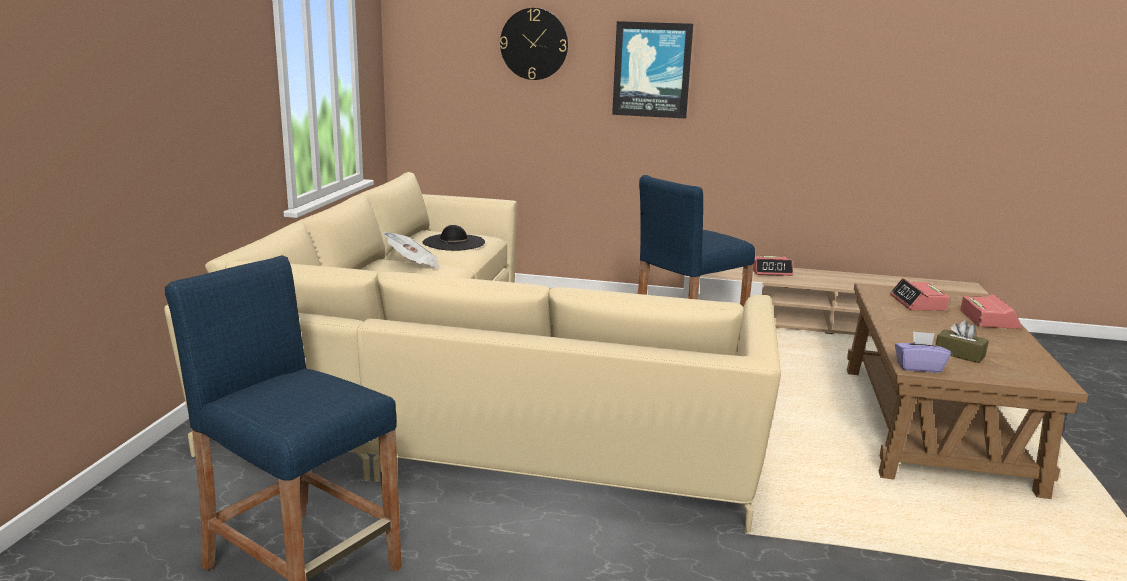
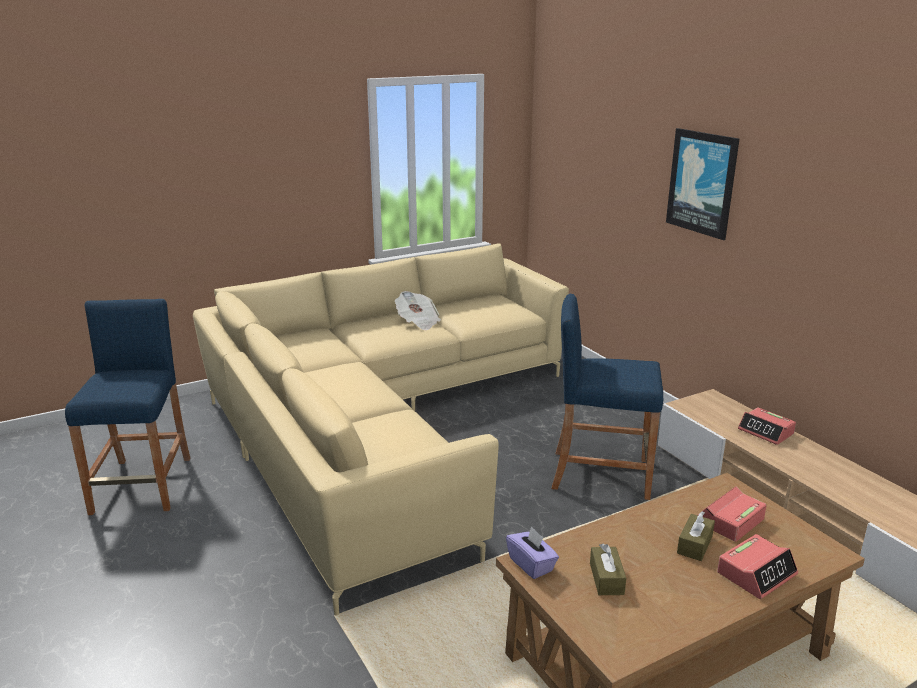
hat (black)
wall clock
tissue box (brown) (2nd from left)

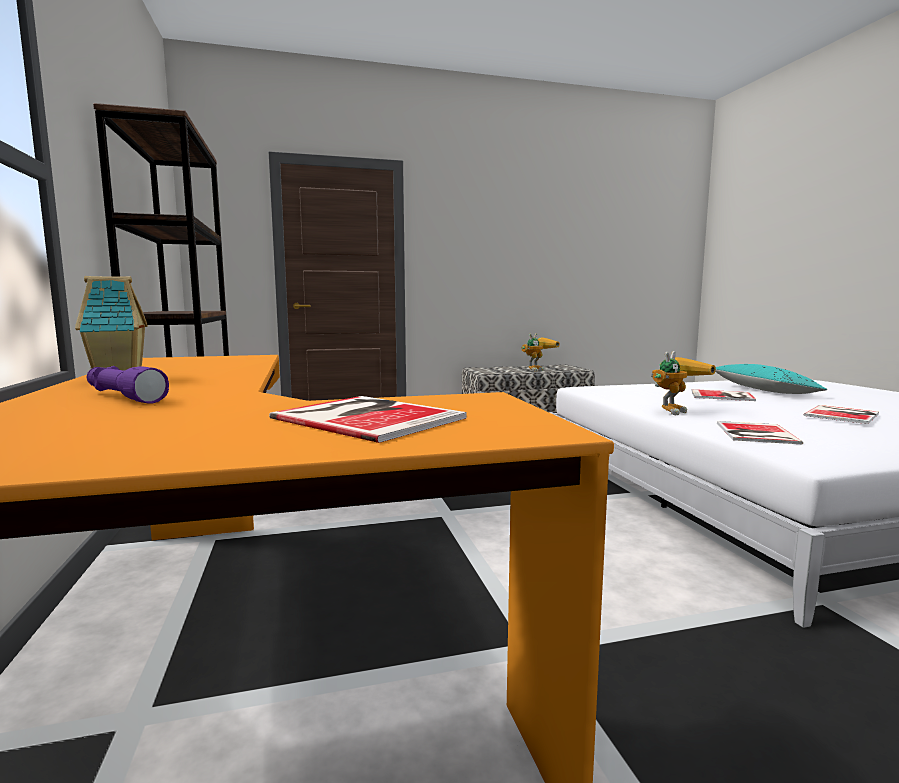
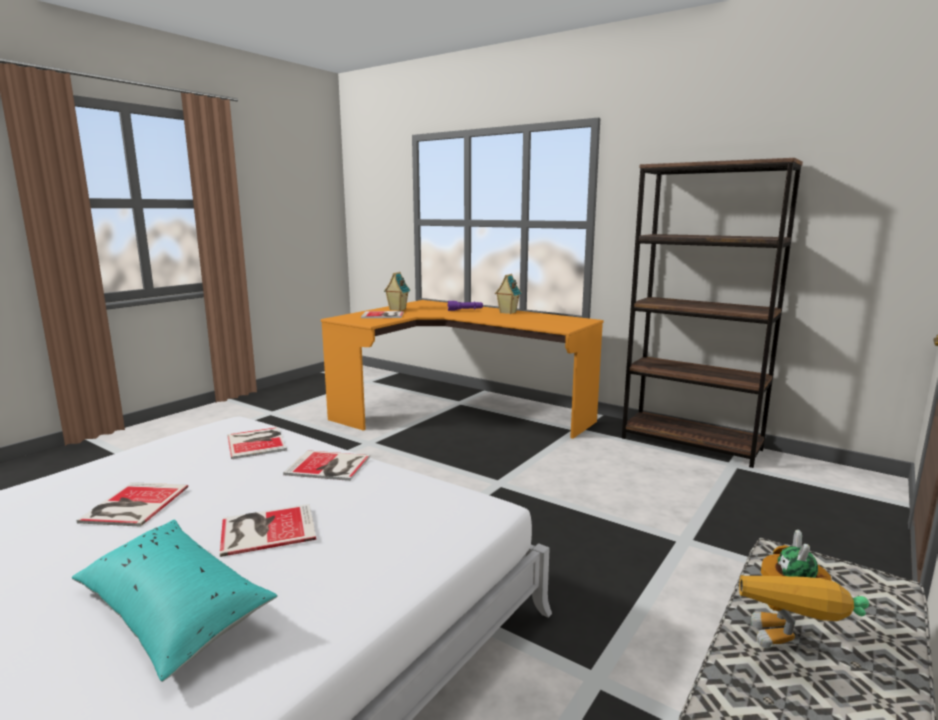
book (4th from left)
toy house (1st from left)

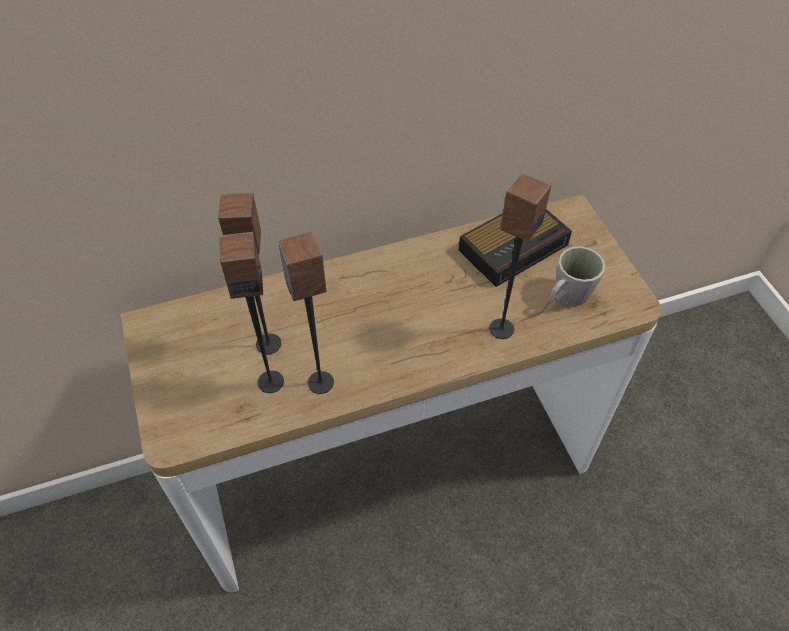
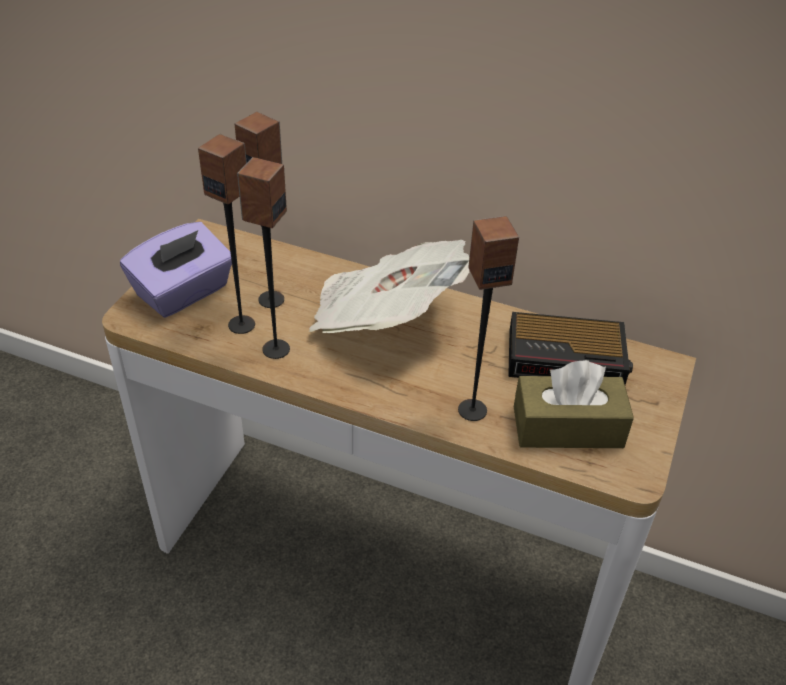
tissue box (brown)
tissue box (purple)
newspaper

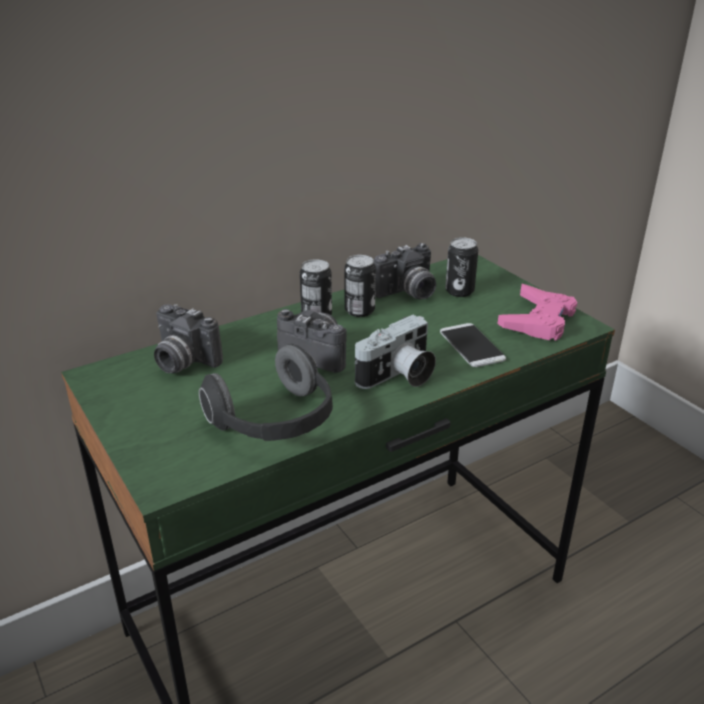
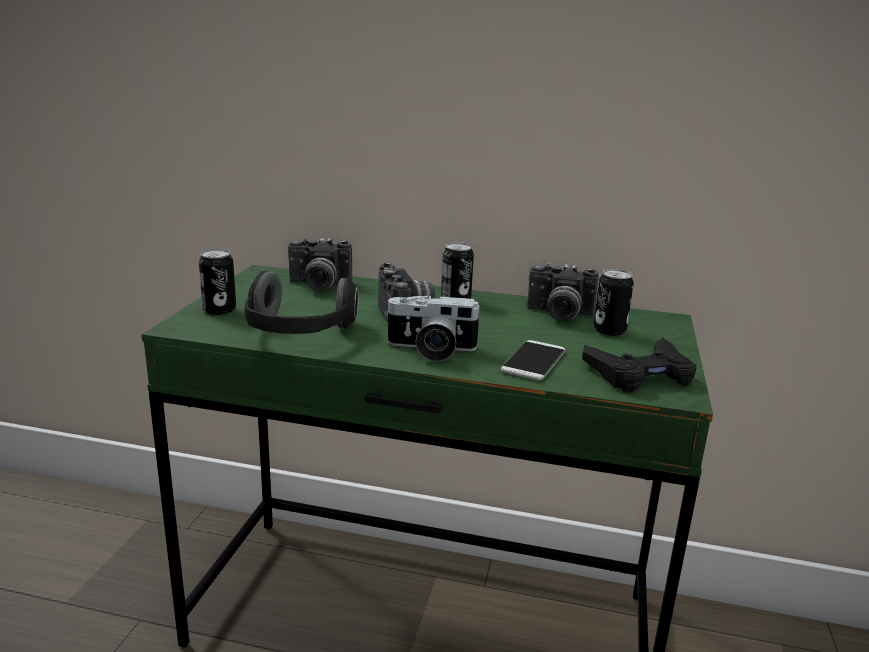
photo camera (1st from left)
can (1st from left)
game controller (black)

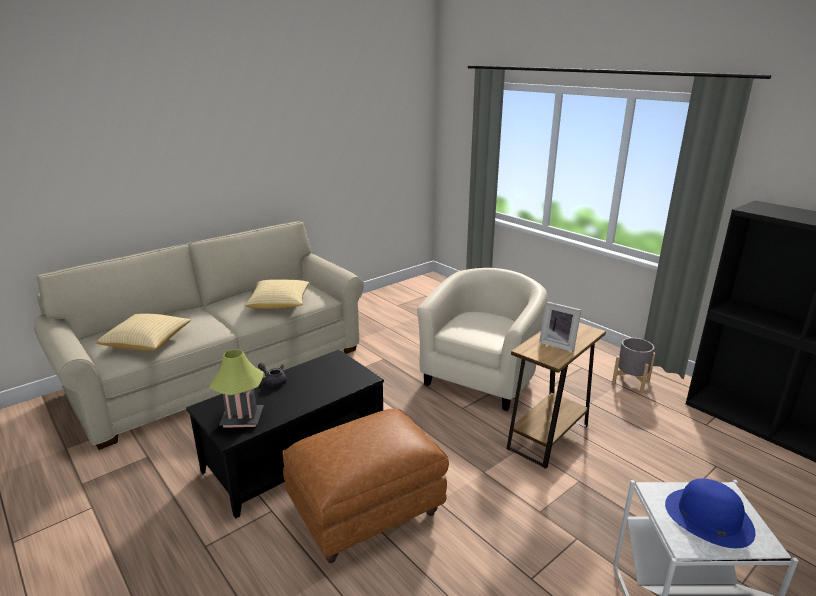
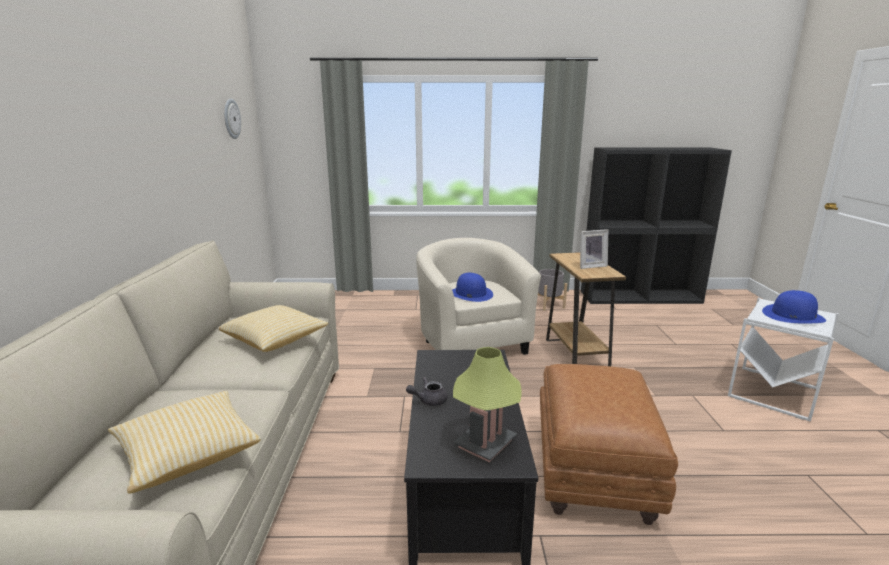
wall clock
hat (blue) (1st from left)

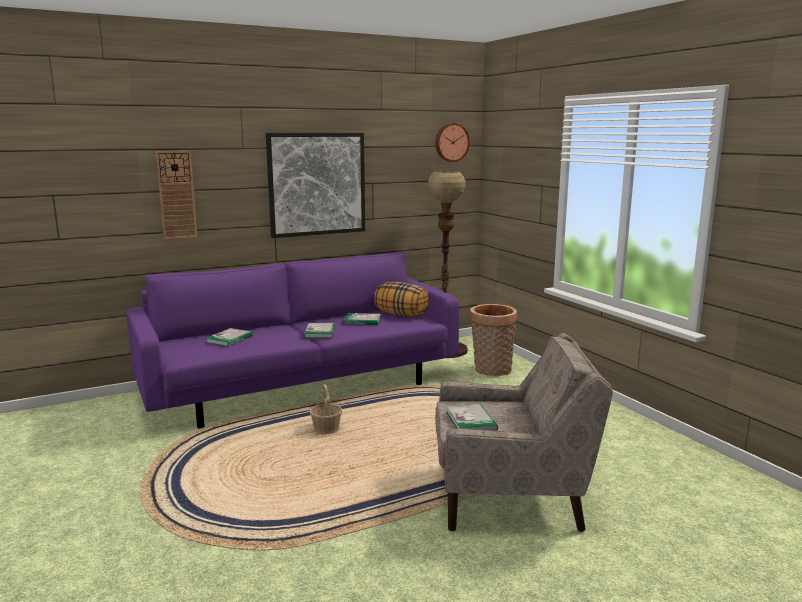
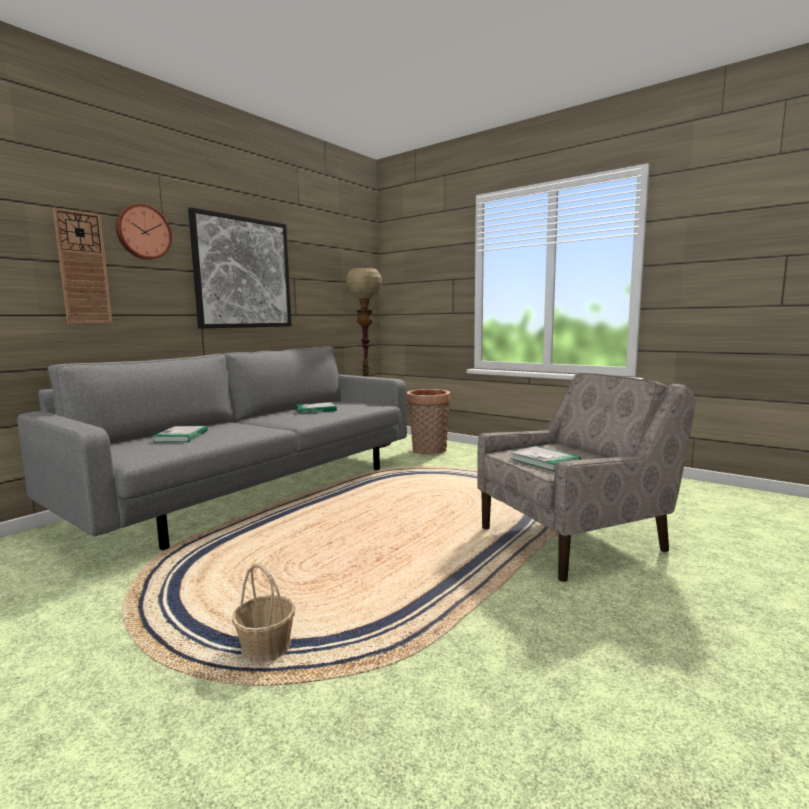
sofa (grey)
book (2nd from left in the first image)
basket (1st from left)
pillow
wall clock (2nd from left)

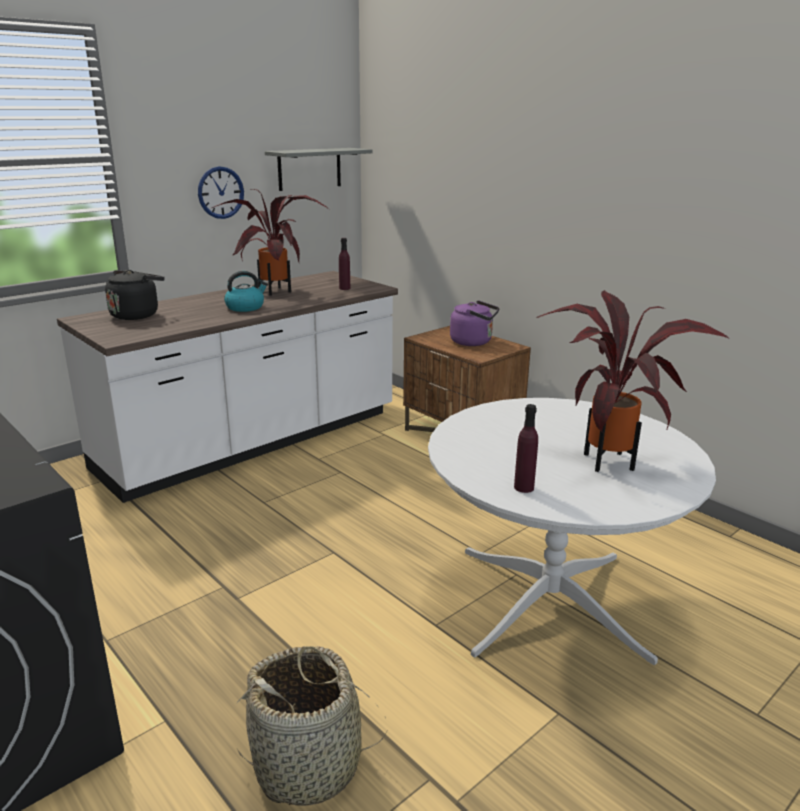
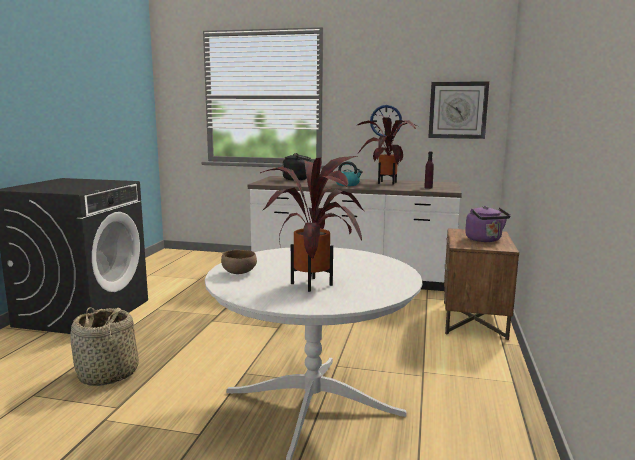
wall clock (2nd from left)
bowl (brown)

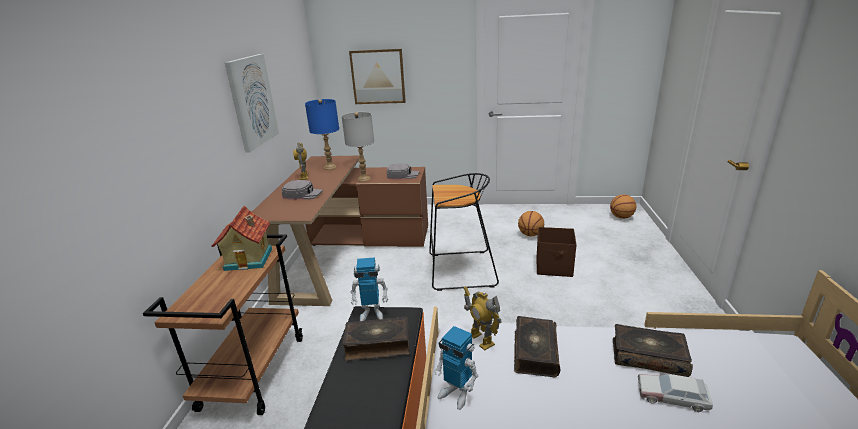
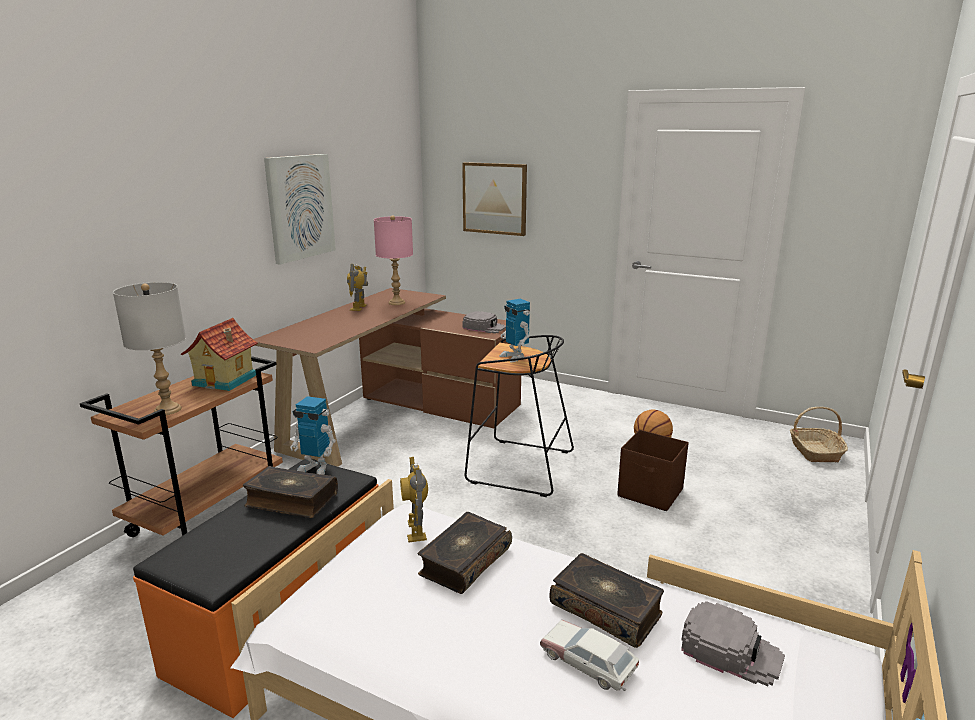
cap (grey) (2nd from left)
table lamp (pink)
table lamp (grey)
toy robot (4th from left)
basket

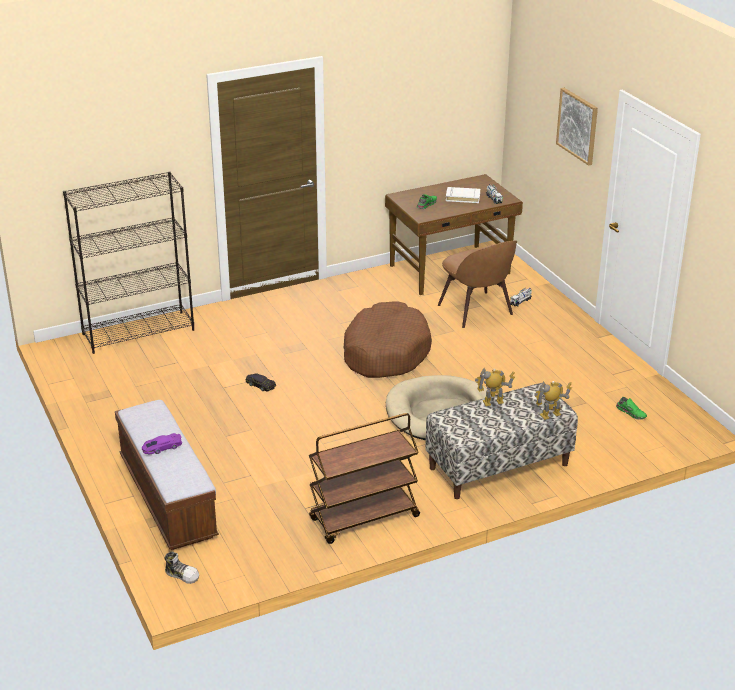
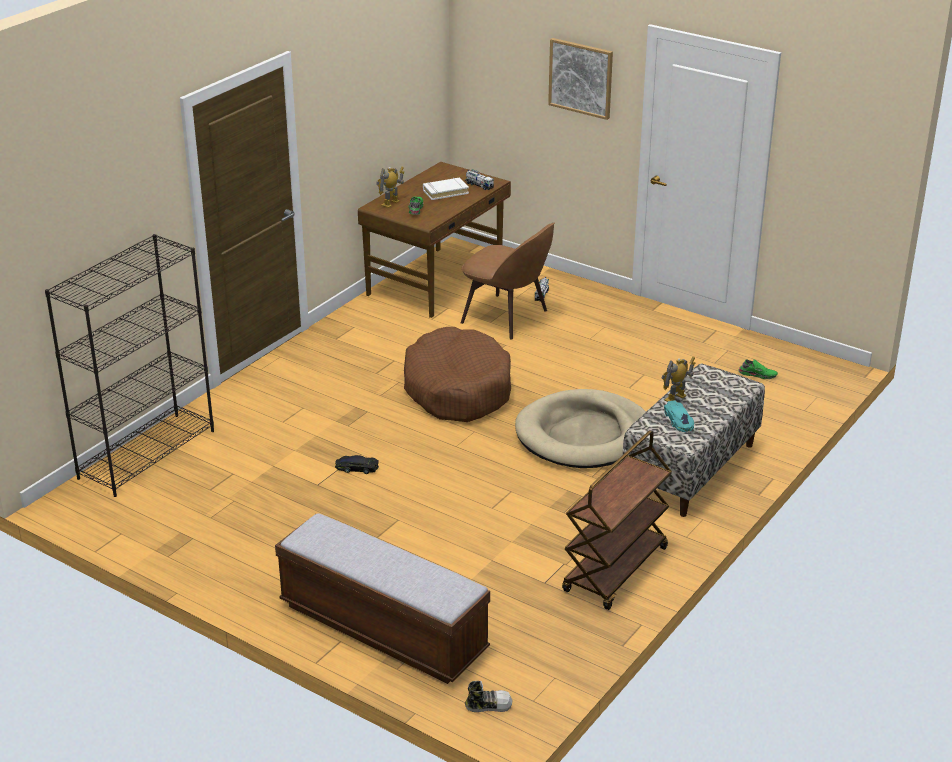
toy car (purple)
toy robot (1st from left)
toy car (turquoise)

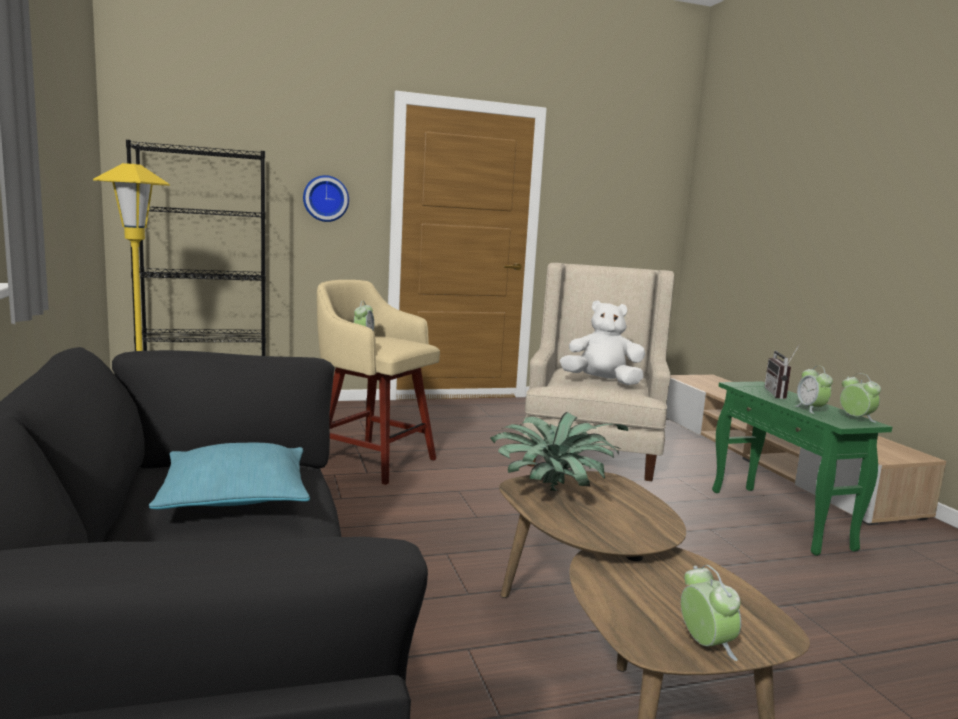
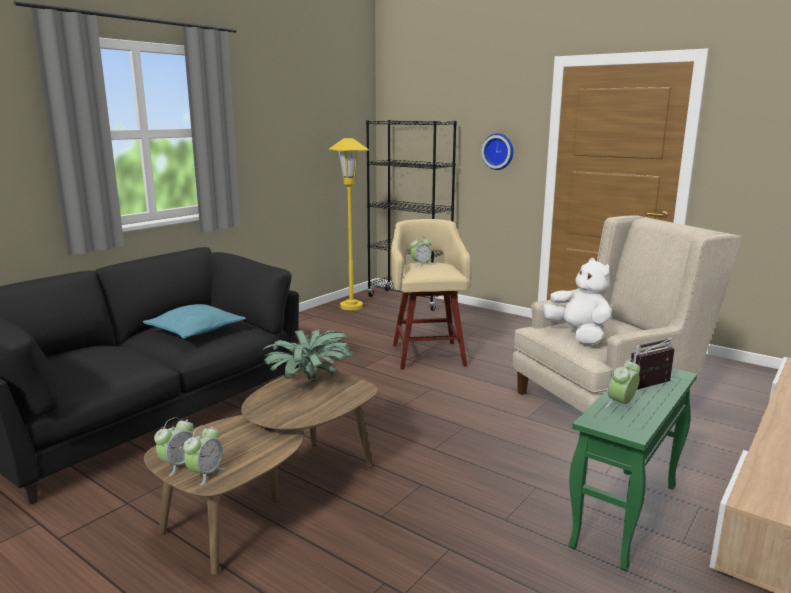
alarm clock (2nd from left)

